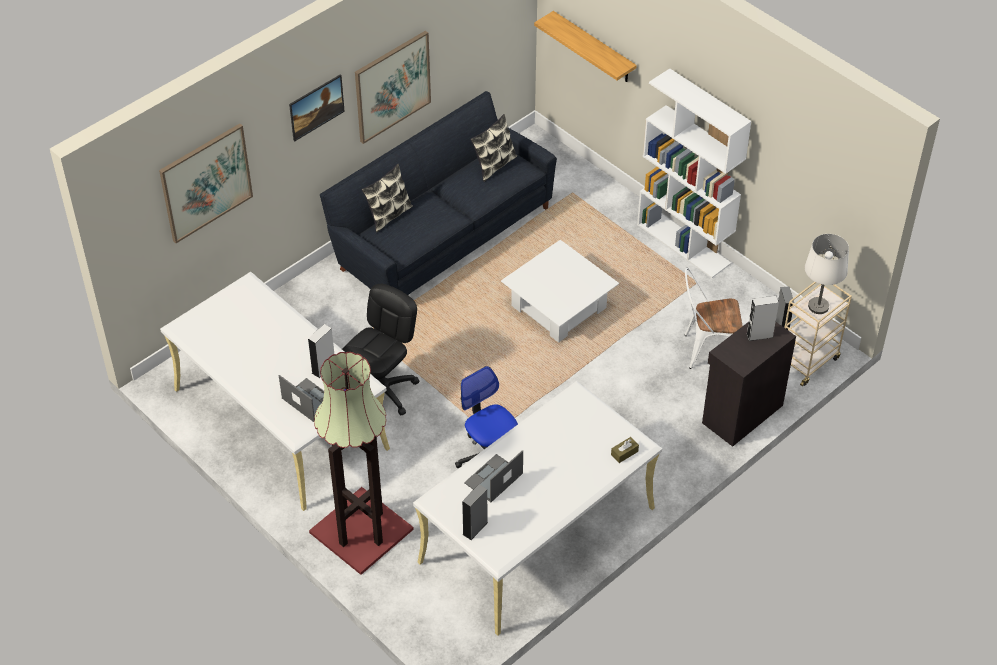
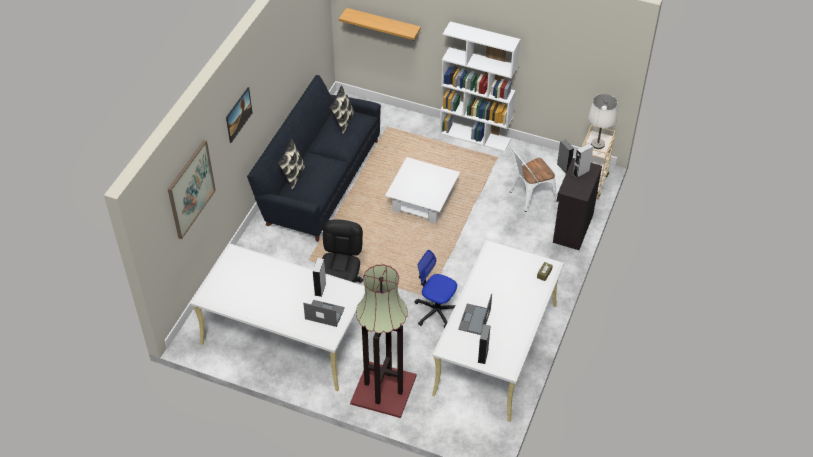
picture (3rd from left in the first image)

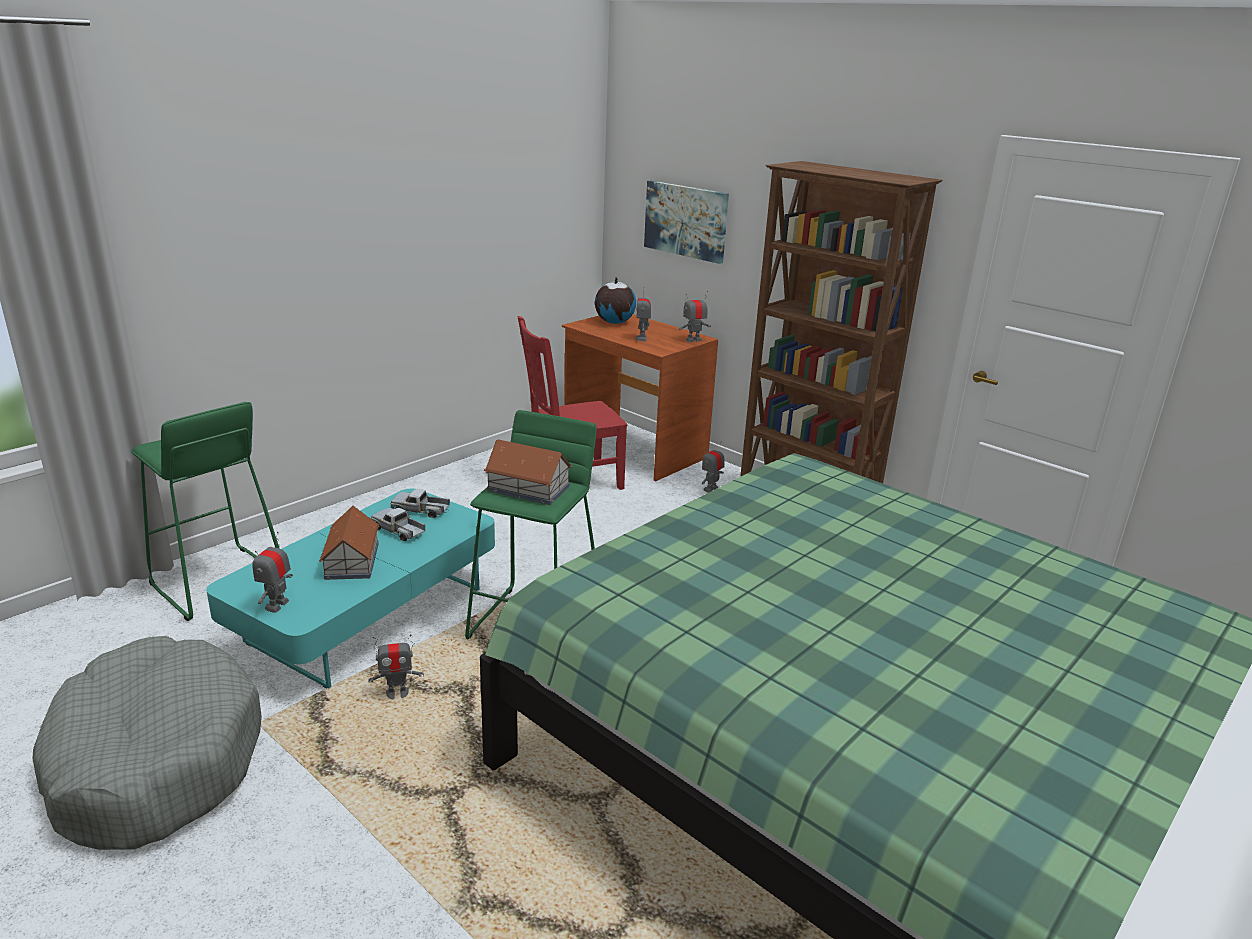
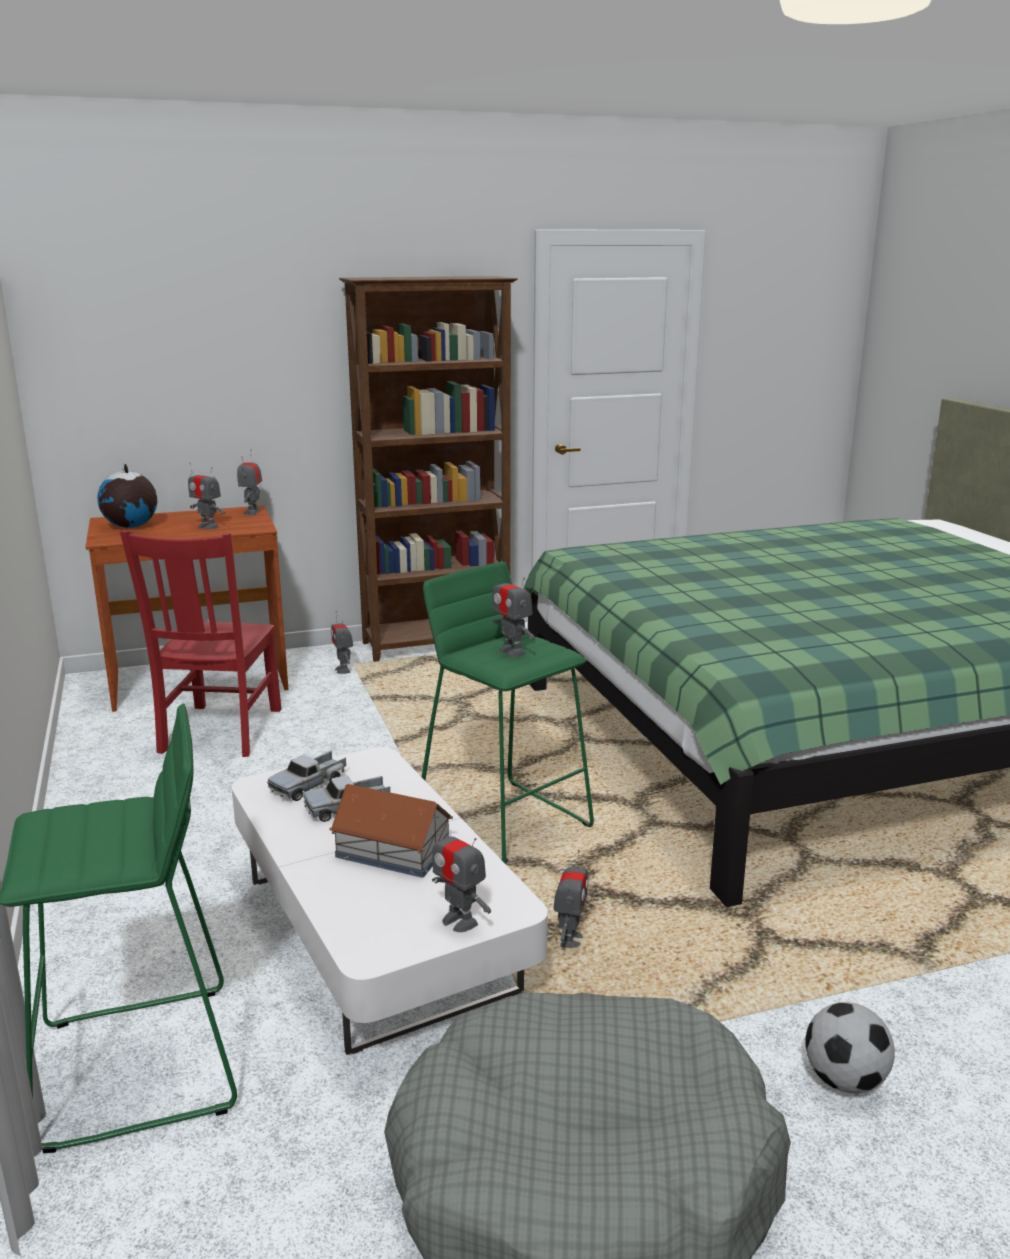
coffee table (white)
toy robot (5th from left)
picture
football

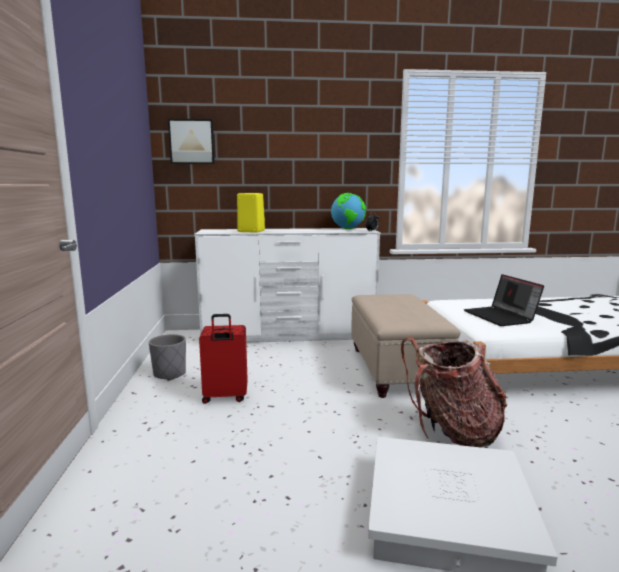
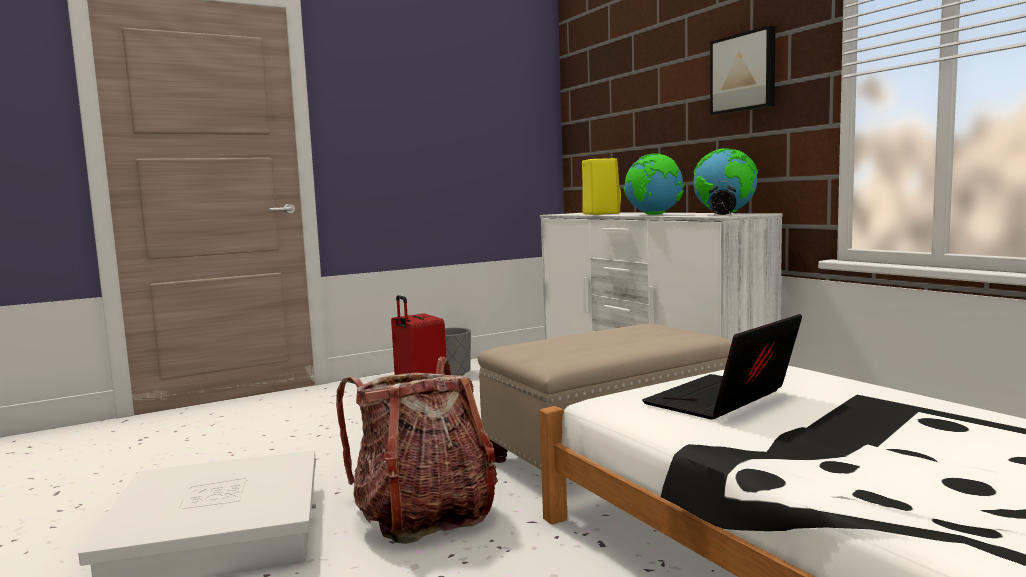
picture
globe (1st from left)

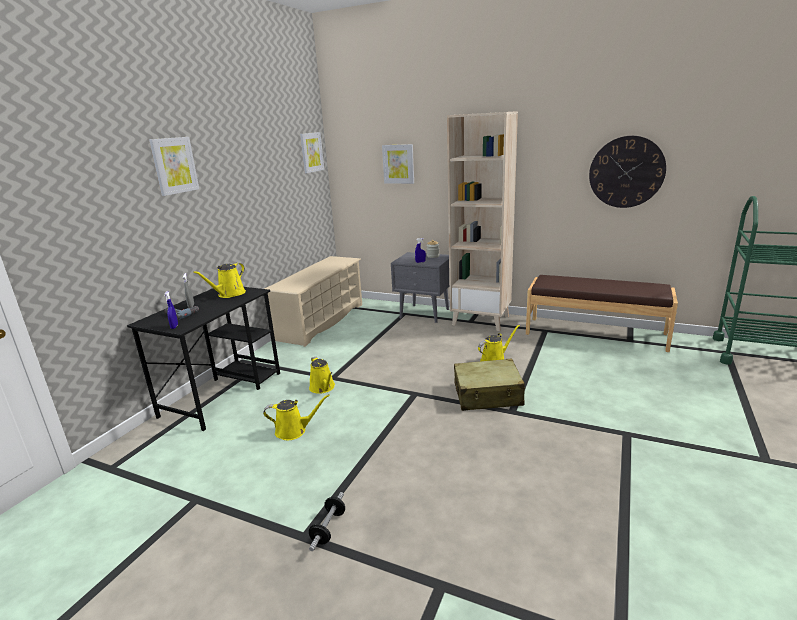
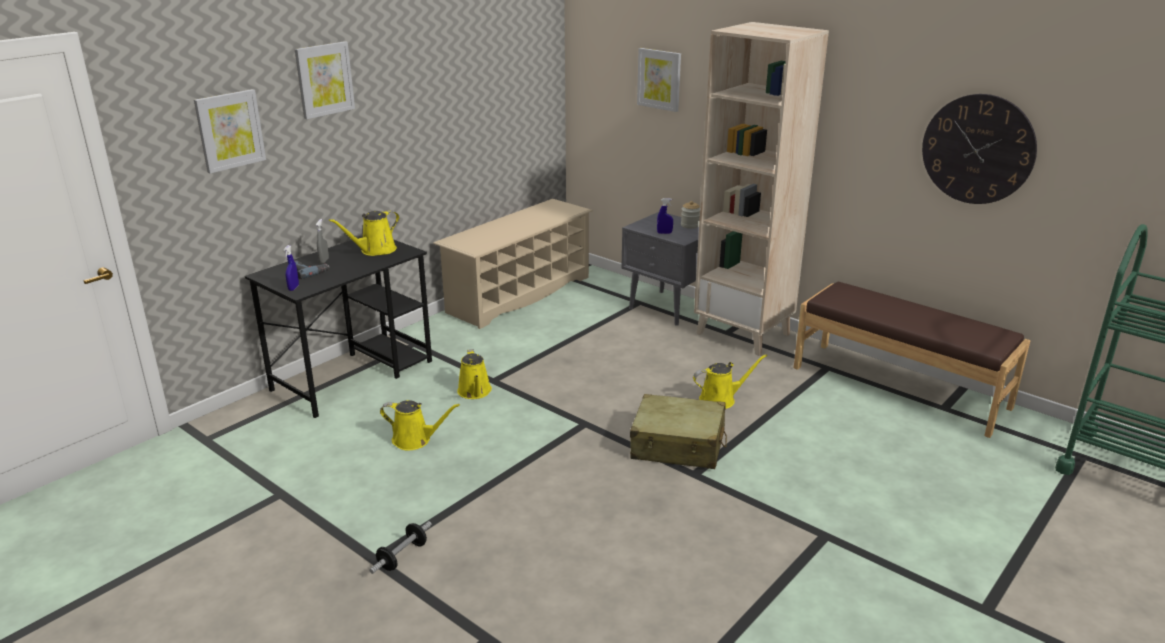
picture (1st from left)

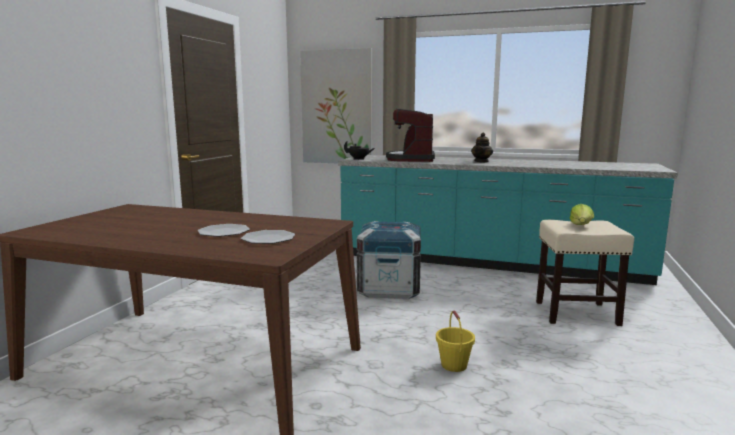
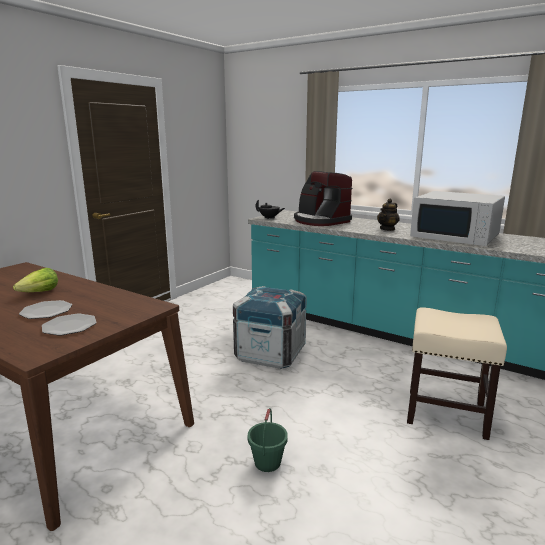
picture
coffee machine
bucket (green)
lettuce
microwave (white)

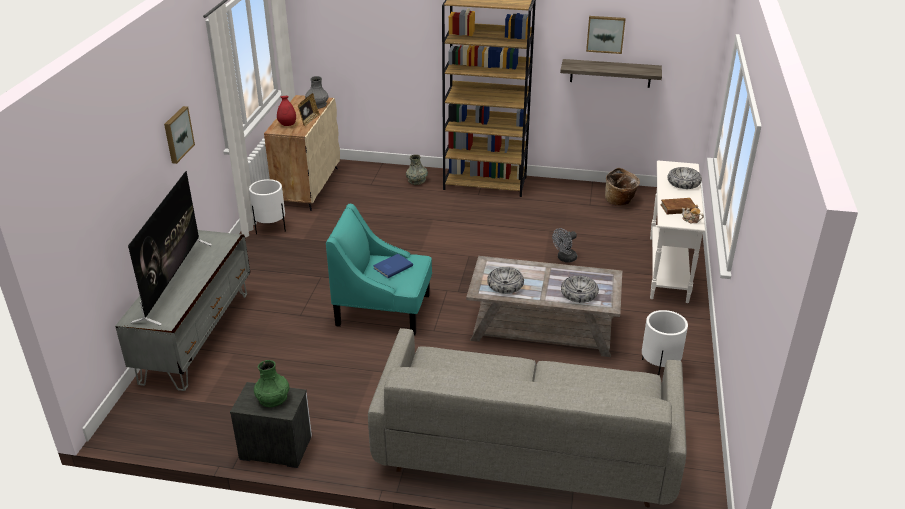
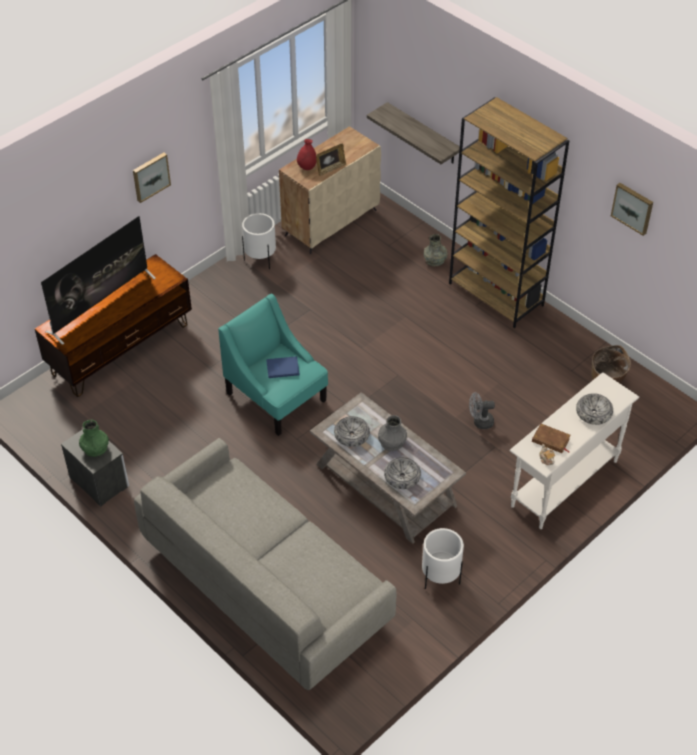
tv stand (brown)
vase (grey) (1st from left)
shelf

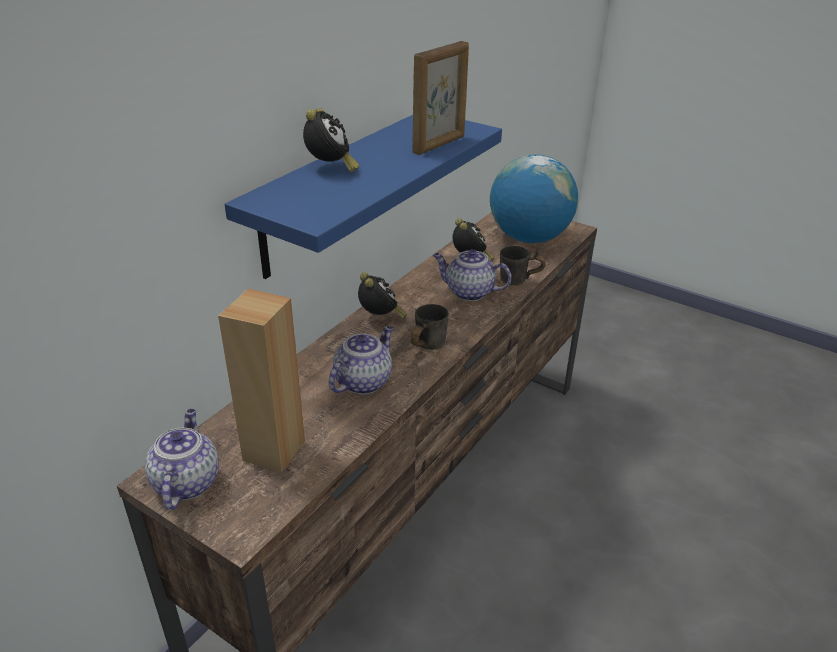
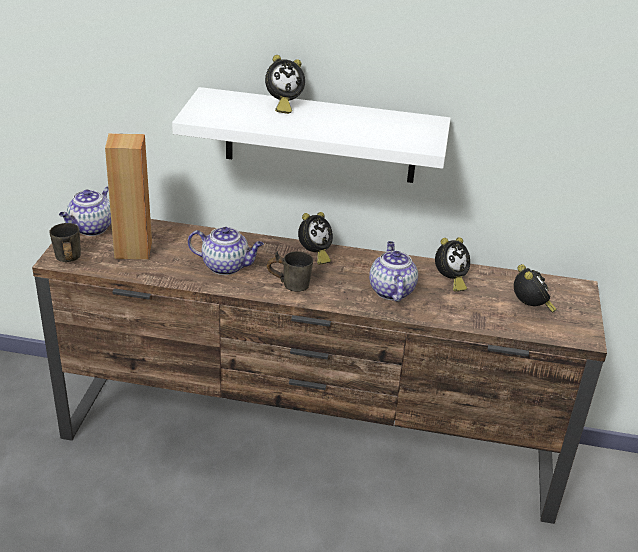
teapot (1st from left)
shelf (white)
picture frame
alarm clock (4th from left)
mug (grey) (1st from left)

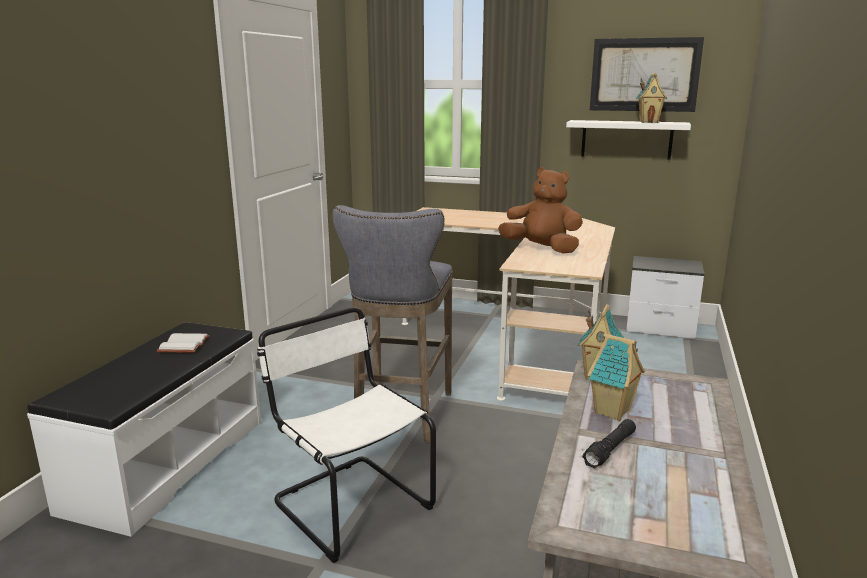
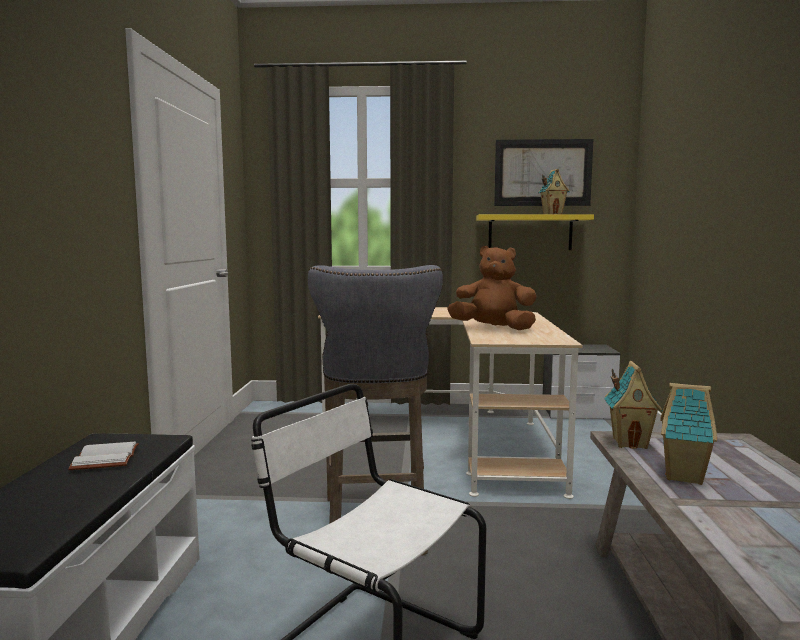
shelf (yellow)
flashlight (black)

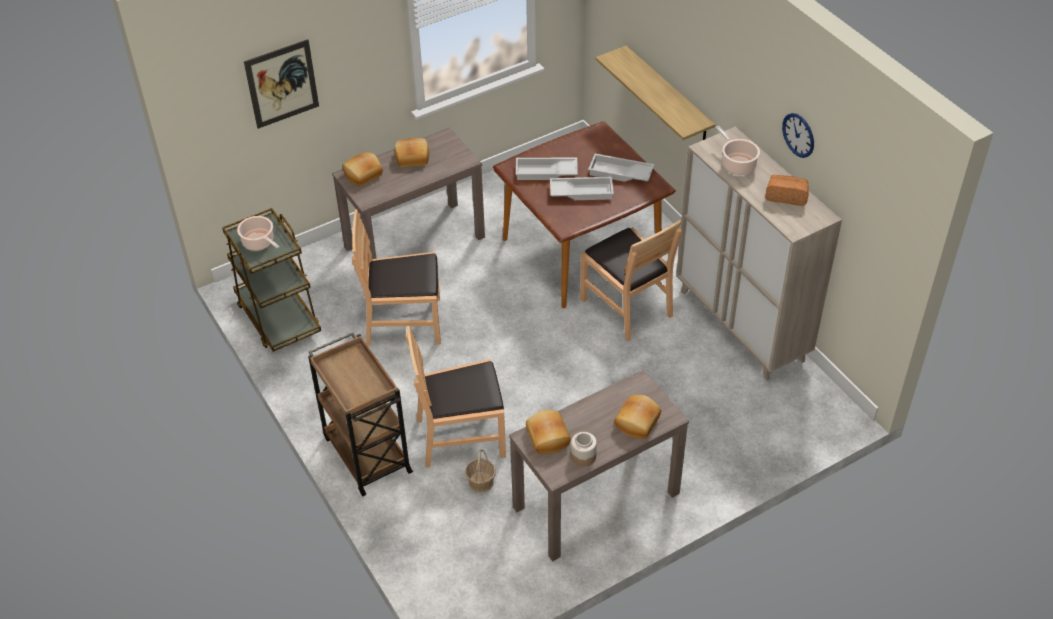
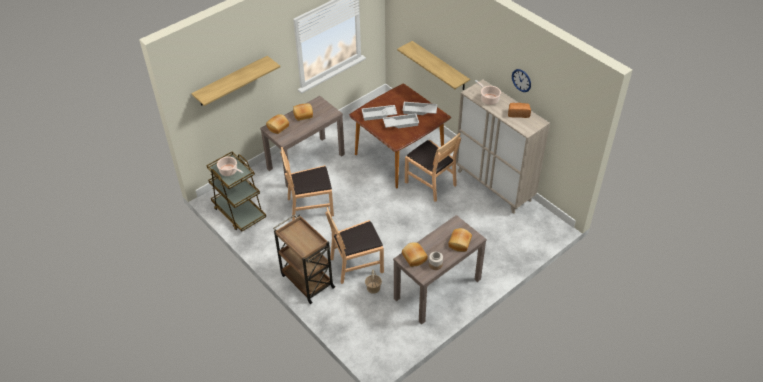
shelf (1st from left)

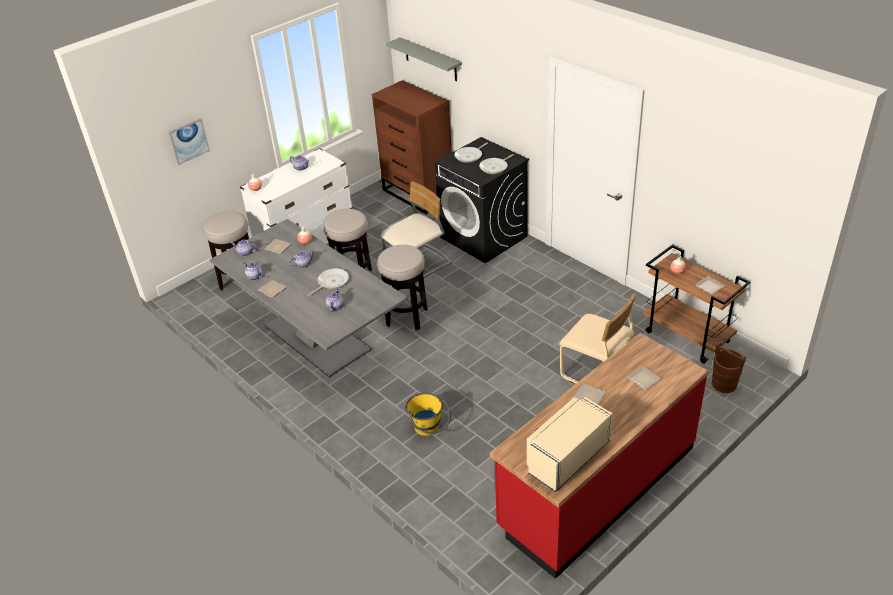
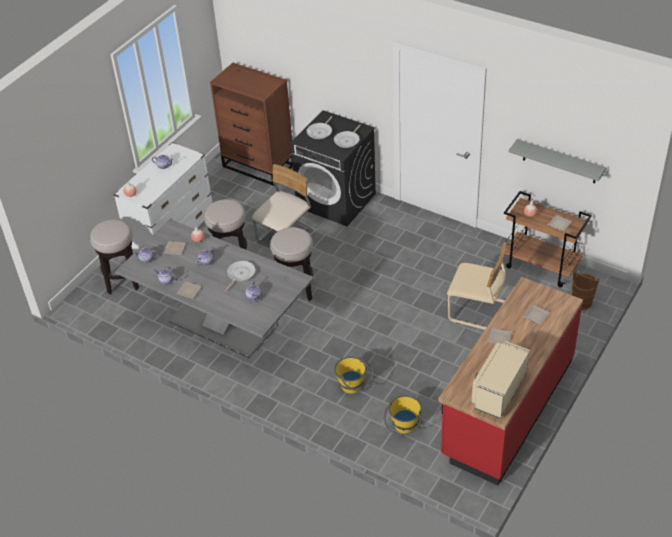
picture
shelf (grey)
bucket (yellow) (2nd from left)

